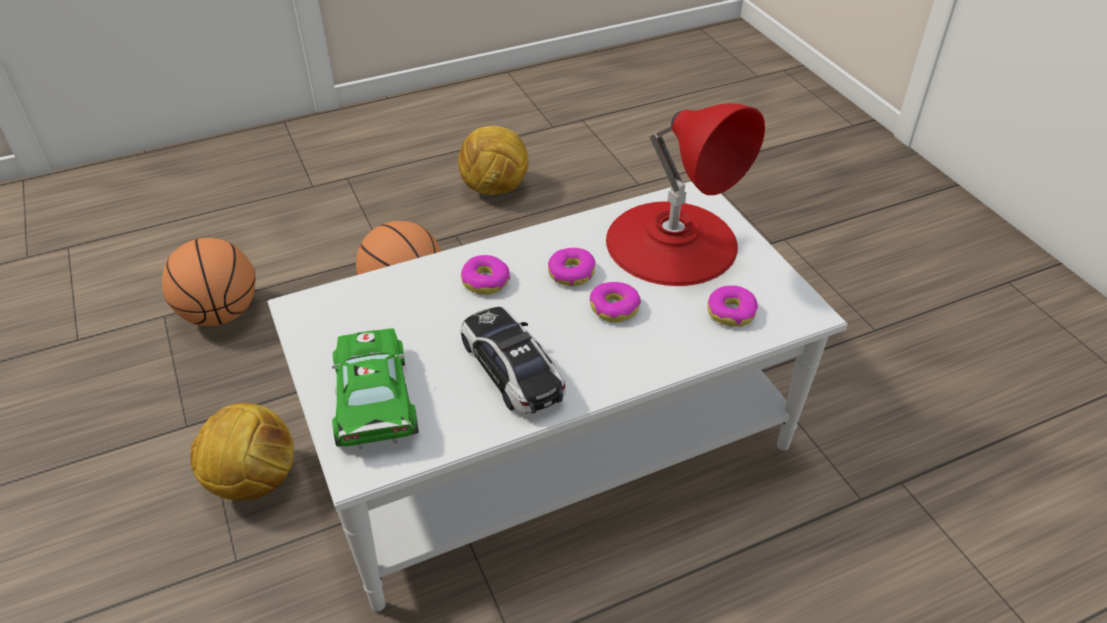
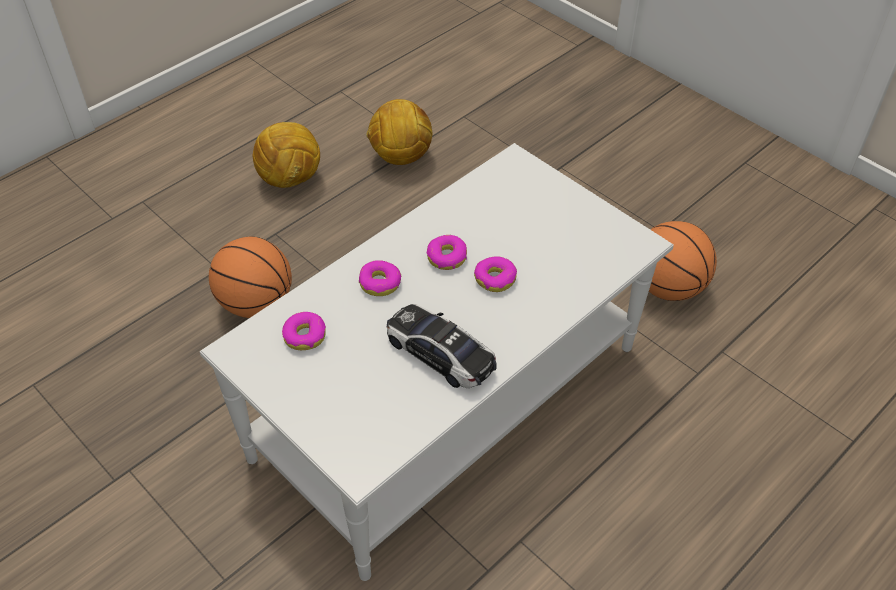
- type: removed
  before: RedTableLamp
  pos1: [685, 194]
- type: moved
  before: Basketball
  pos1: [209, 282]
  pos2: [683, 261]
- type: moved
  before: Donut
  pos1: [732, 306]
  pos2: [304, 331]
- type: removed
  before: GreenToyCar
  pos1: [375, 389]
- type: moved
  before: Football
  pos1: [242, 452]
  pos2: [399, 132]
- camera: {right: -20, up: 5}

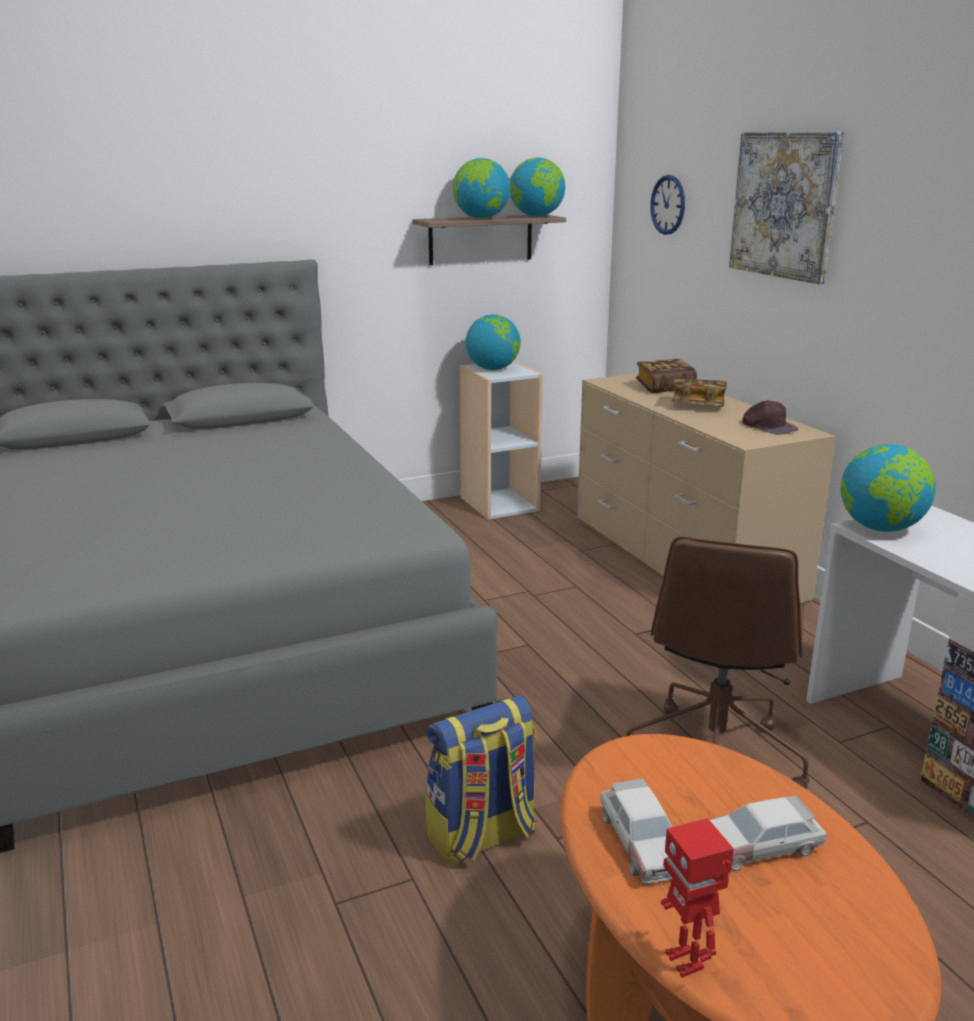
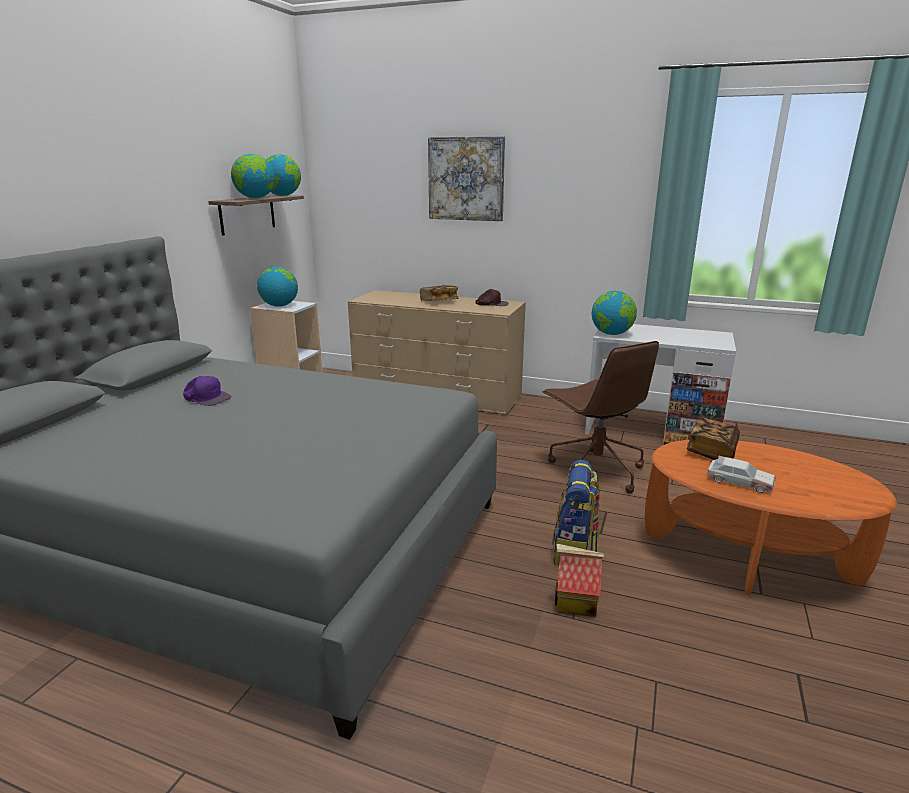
- type: removed
  before: WallClock
  pos1: [667, 205]
- type: moved
  before: Book
  pos1: [666, 376]
  pos2: [713, 438]
- type: removed
  before: ToyCar
  pos1: [768, 833]
- type: removed
  before: ToyRobot
  pos1: [697, 898]
- type: added
  after: PurpleCap
  pos2: [207, 391]
- type: added
  after: ToyHouse
  pos2: [580, 580]
- camera: {right: -45, up: 0}

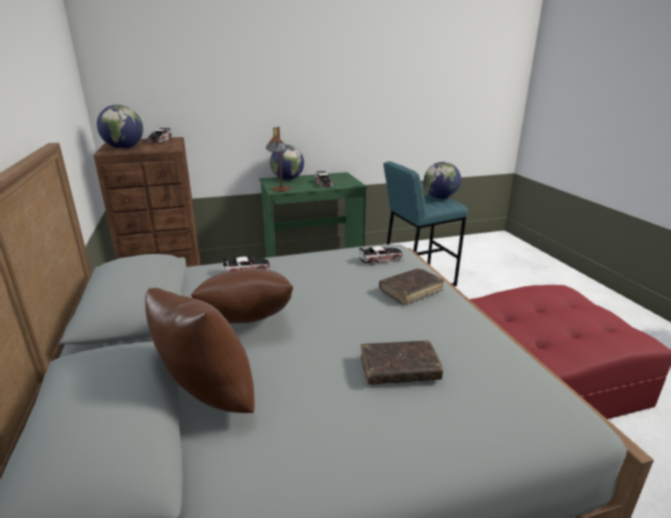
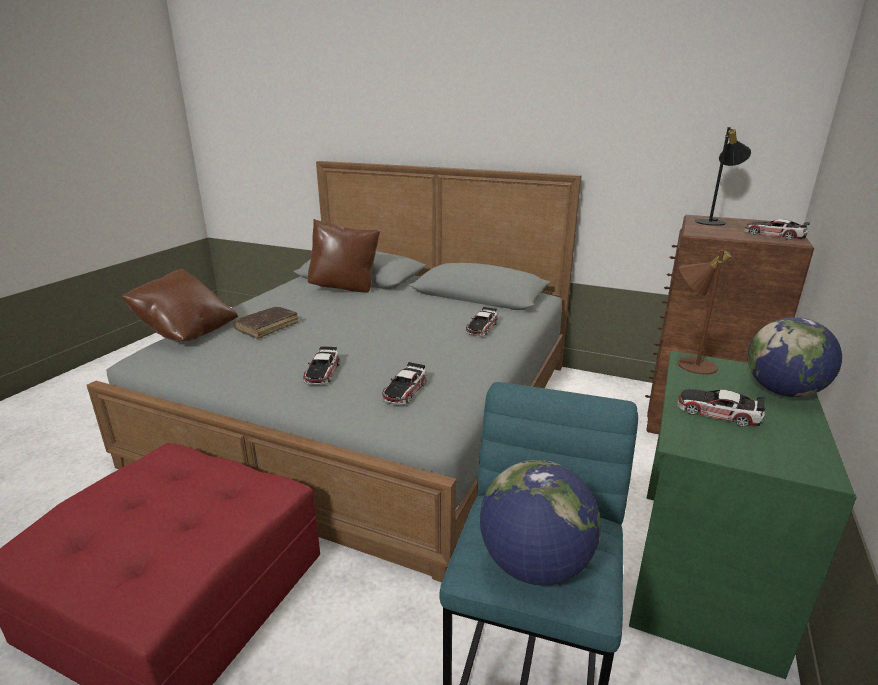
- type: replaced
  before: Globe
  after: BlackTableLamp
  pos1: [120, 127]
  pos2: [723, 176]
- type: replaced
  before: BrownBook
  after: ToyCar
  pos1: [411, 286]
  pos2: [321, 365]
- type: moved
  before: BrownPillow
  pos1: [242, 296]
  pos2: [180, 305]
- camera: {right: 130, up: 0}

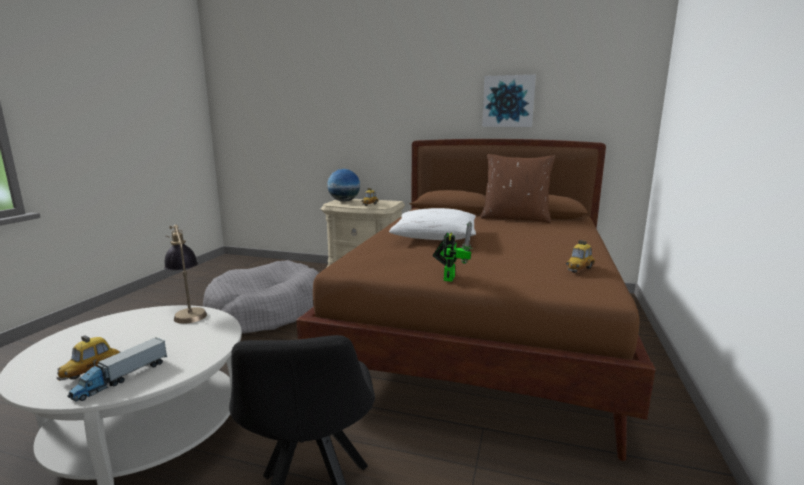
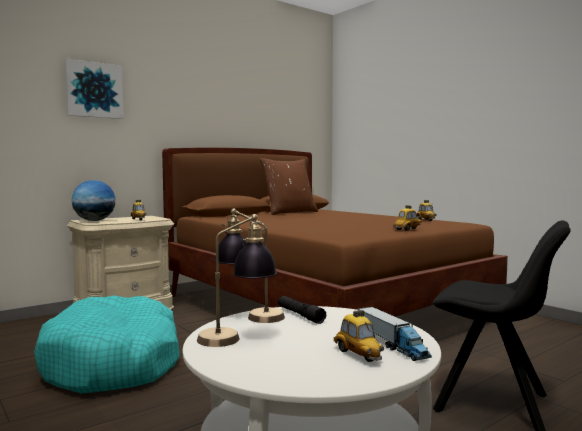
- type: moved
  before: Picture
  pos1: [509, 101]
  pos2: [94, 88]
- type: removed
  before: WhitePillow
  pos1: [432, 224]
- type: replaced
  before: ToyRobot
  after: ToyCar
  pos1: [452, 251]
  pos2: [407, 218]
- type: recoloured
  before: GreyDogBed
  after: TurquoiseDogBed
  pos1: [261, 297]
  pos2: [107, 344]
- type: added
  after: TableLamp
  pos2: [237, 280]
- type: added
  after: BlackFlashlight
  pos2: [301, 310]
- camera: {right: -55, up: -10}

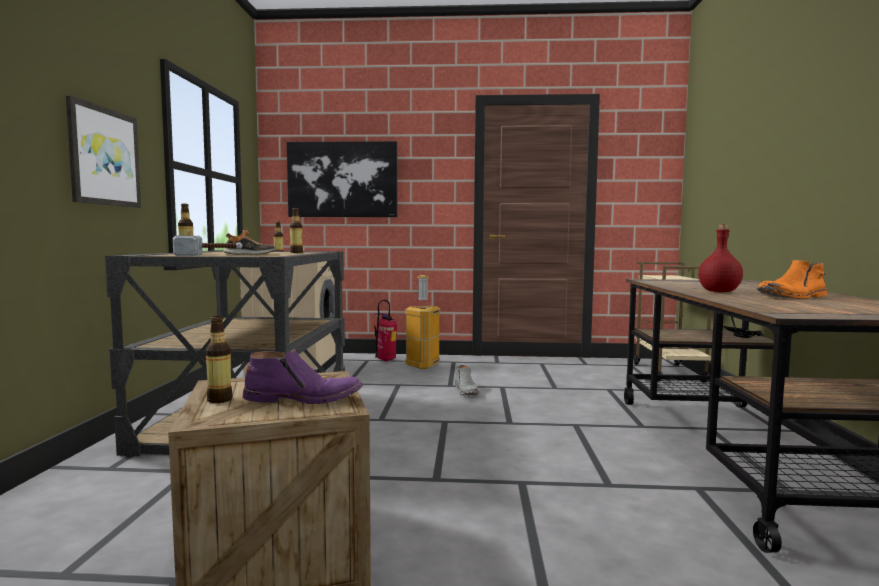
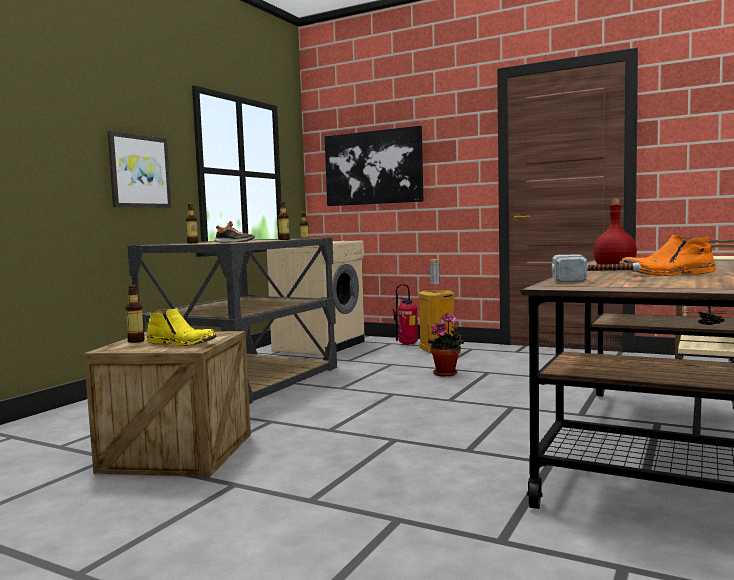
- type: moved
  before: Hammer
  pos1: [207, 246]
  pos2: [596, 268]
- type: recoloured
  before: PurpleBoot
  after: YellowBoot
  pos1: [303, 376]
  pos2: [181, 327]
- type: replaced
  before: GreyBoot
  after: PottedPlant
  pos1: [467, 380]
  pos2: [445, 344]
- camera: {right: 25, up: 0}

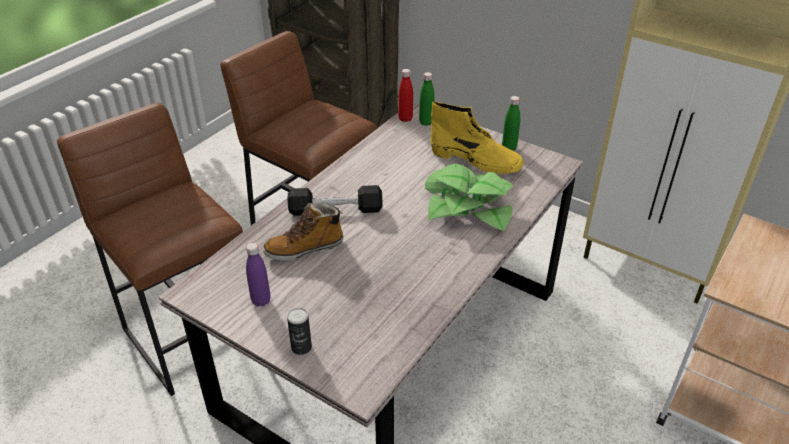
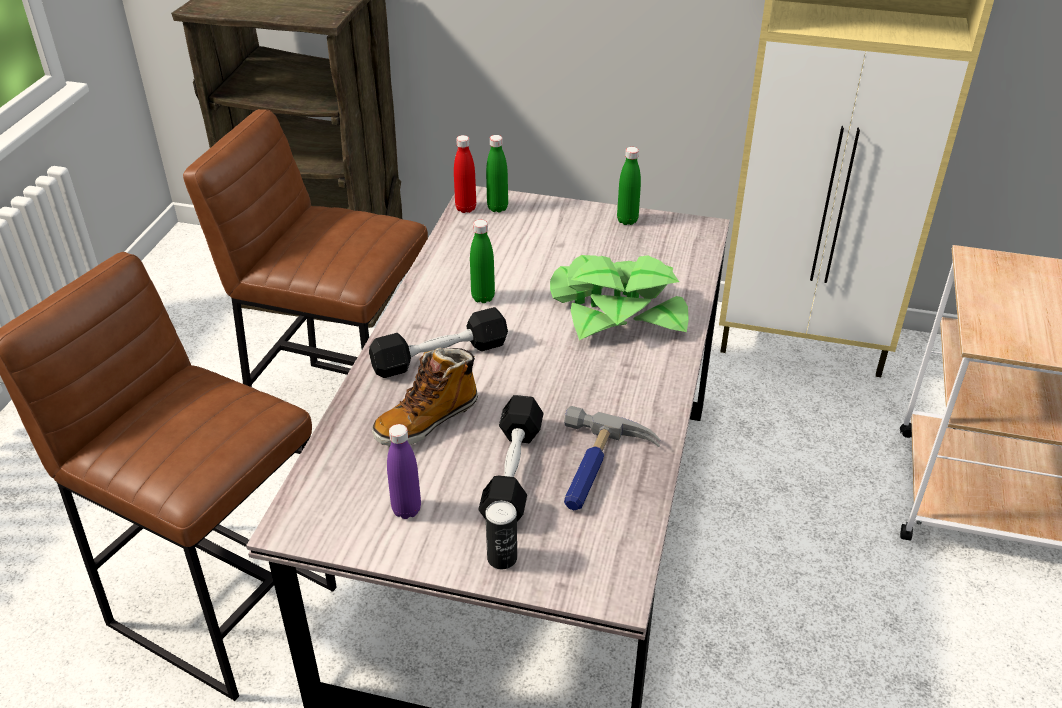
- type: removed
  before: YellowBoot
  pos1: [477, 138]
- type: added
  after: GreenBottle
  pos2: [482, 261]
- type: added
  after: BlackDumbbell
  pos2: [511, 458]
- type: added
  after: Hammer
  pos2: [612, 458]
- camera: {right: -20, up: 0}

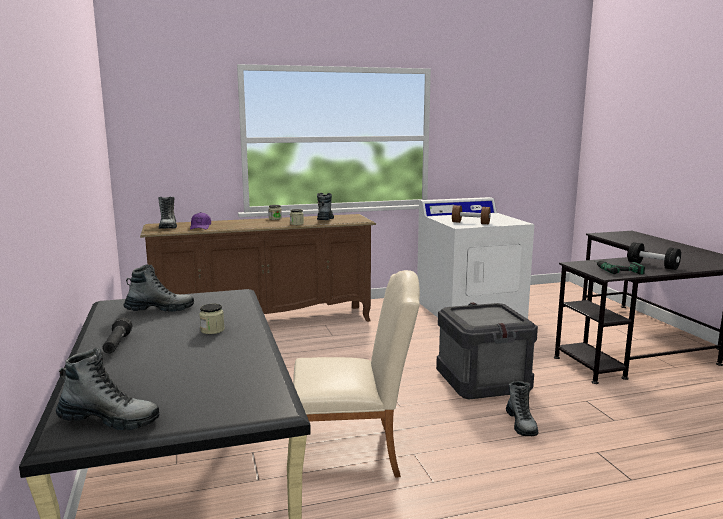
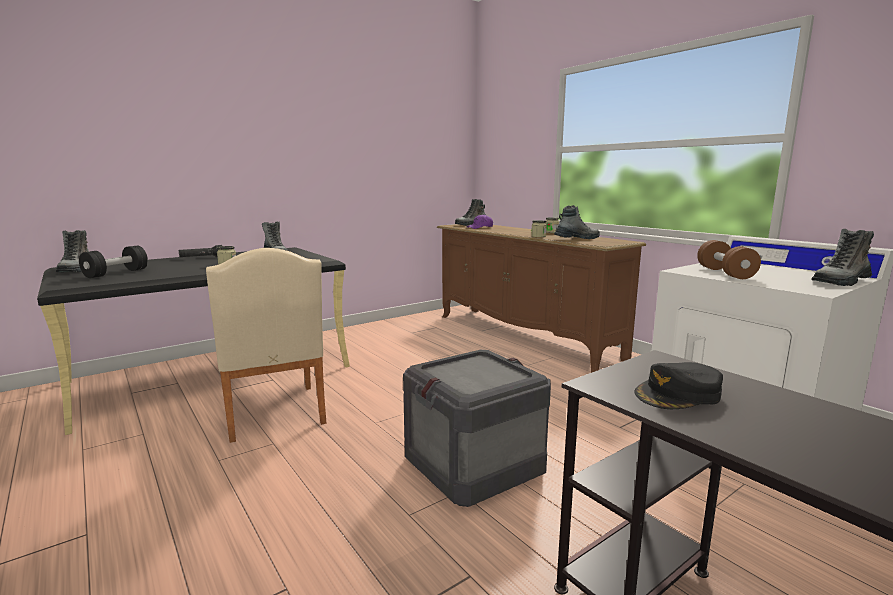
- type: moved
  before: BlackDumbbell
  pos1: [654, 256]
  pos2: [113, 262]
- type: replaced
  before: PowerDrill
  after: BlackCap
  pos1: [620, 267]
  pos2: [678, 385]
- type: moved
  before: Boot
  pos1: [522, 408]
  pos2: [842, 257]
- camera: {right: 70, up: 0}

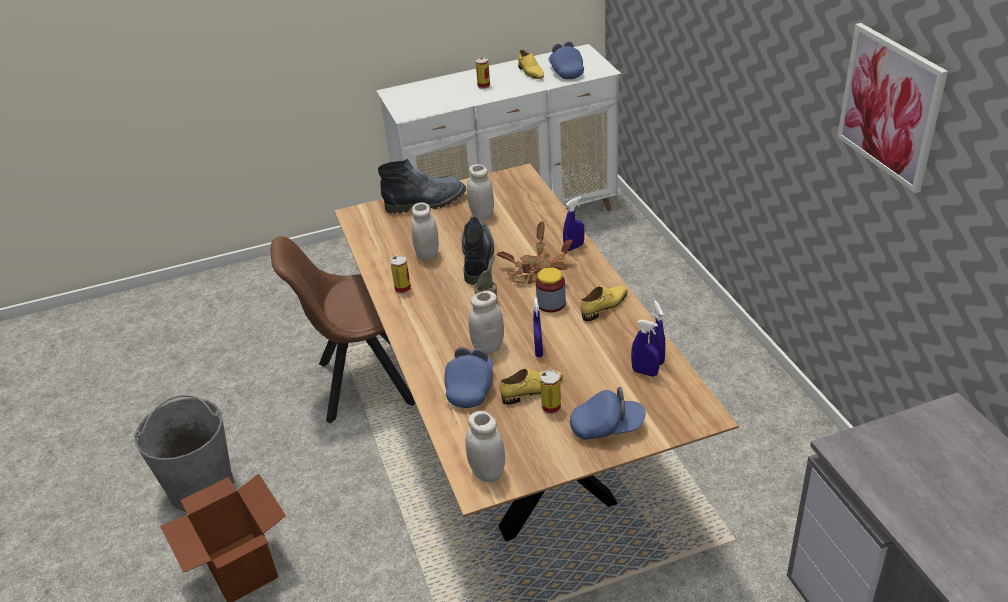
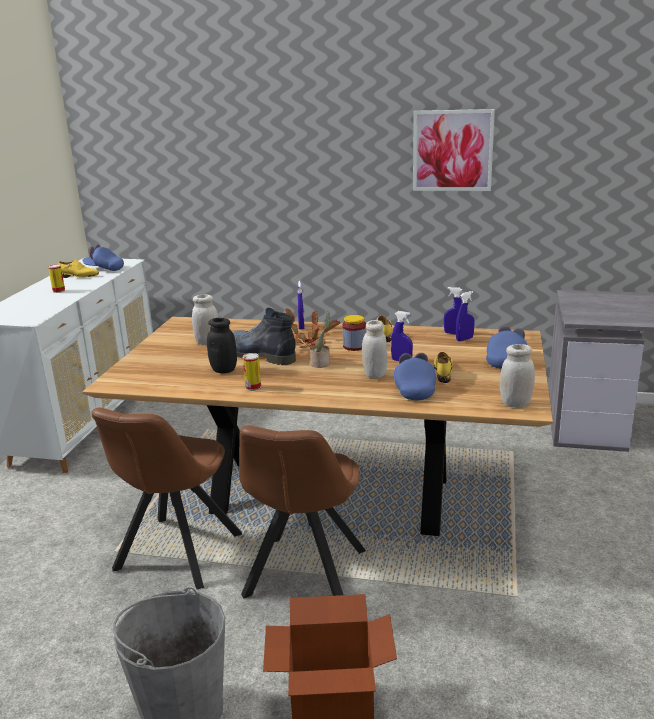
- type: removed
  before: Boot
  pos1: [422, 186]
- type: recoloured
  before: WhiteJar
  after: BlackJar
  pos1: [425, 231]
  pos2: [222, 345]
- type: turned
  before: BlueCap
  pos1: [468, 377]
  pos2: [415, 376]
  turn: 45
- type: removed
  before: Can
  pos1: [550, 392]
- type: added
  after: BrownChair
  pos2: [302, 512]
- camera: {right: -60, up: -15}

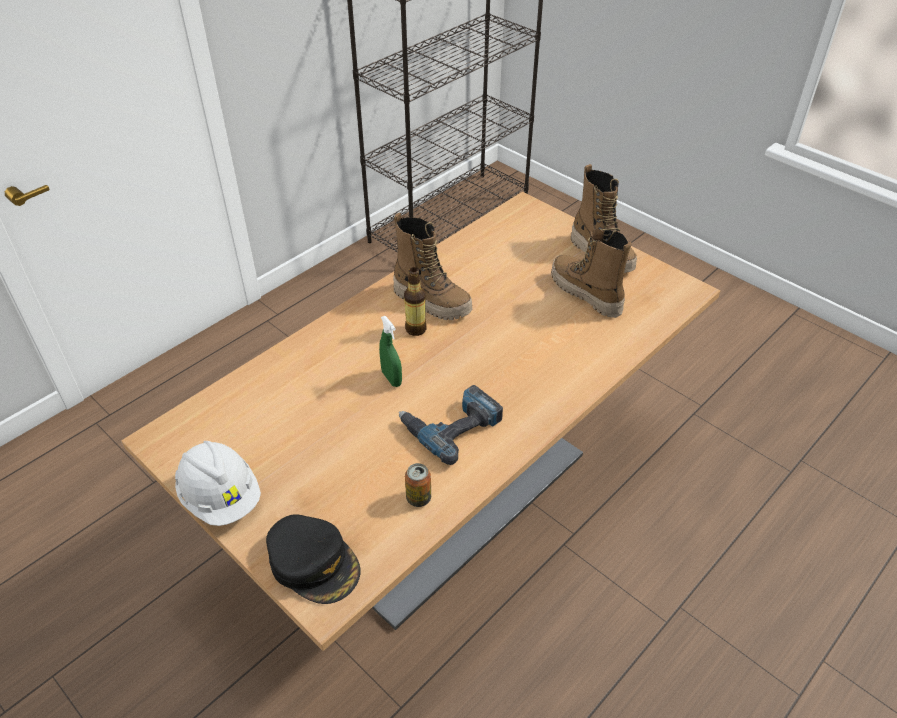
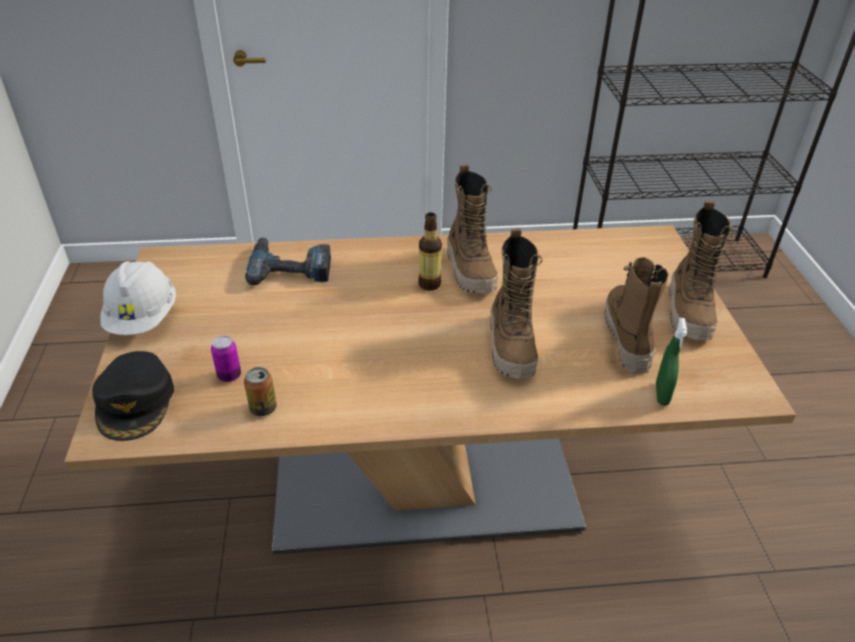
- type: moved
  before: GreenSprayBottle
  pos1: [390, 351]
  pos2: [671, 361]
- type: moved
  before: PowerDrill
  pos1: [451, 425]
  pos2: [288, 260]
- type: added
  after: Boot
  pos2: [516, 303]
- type: added
  after: Can
  pos2: [226, 358]
- camera: {right: 40, up: -5}

